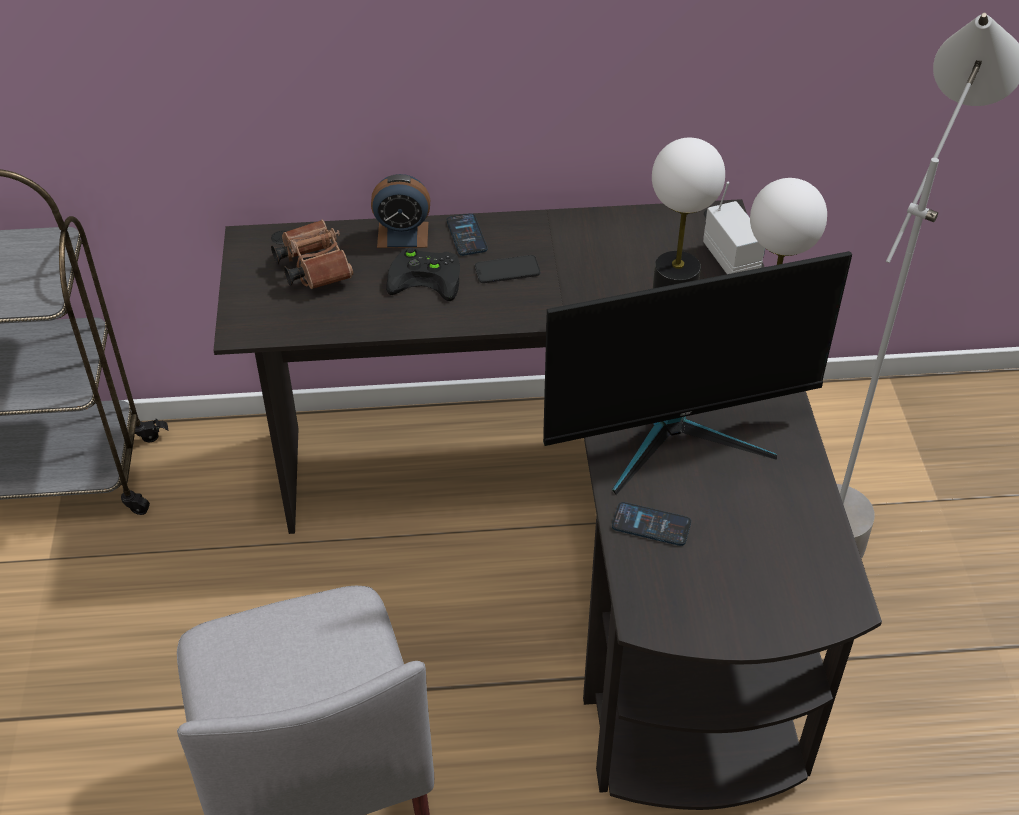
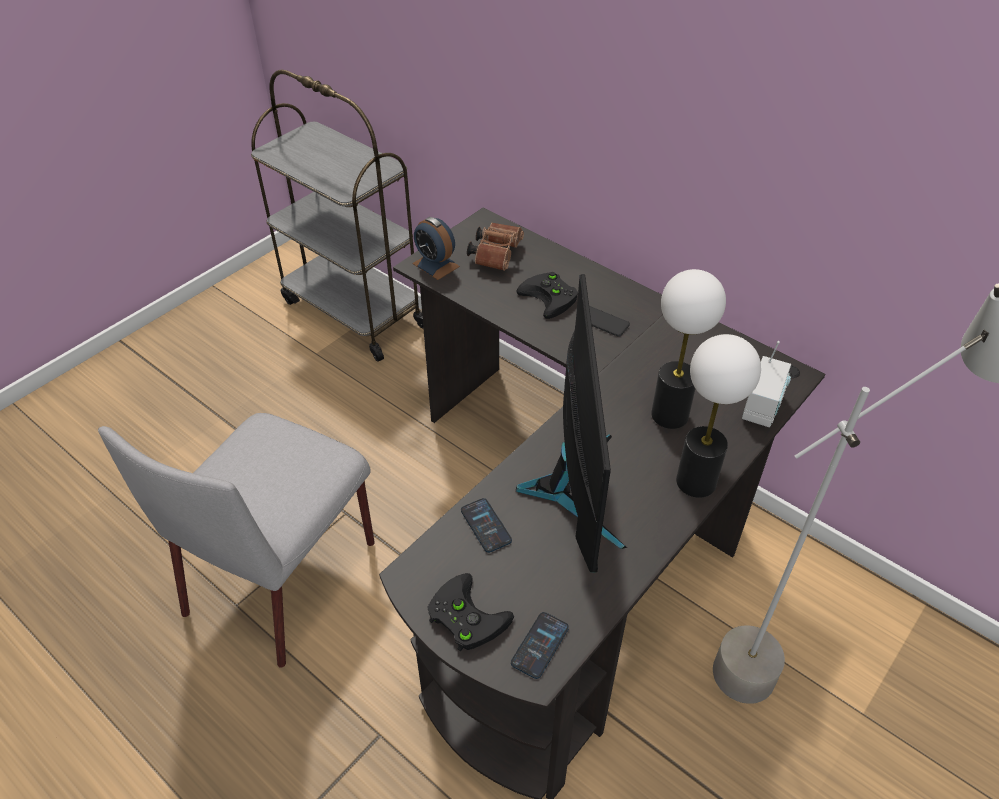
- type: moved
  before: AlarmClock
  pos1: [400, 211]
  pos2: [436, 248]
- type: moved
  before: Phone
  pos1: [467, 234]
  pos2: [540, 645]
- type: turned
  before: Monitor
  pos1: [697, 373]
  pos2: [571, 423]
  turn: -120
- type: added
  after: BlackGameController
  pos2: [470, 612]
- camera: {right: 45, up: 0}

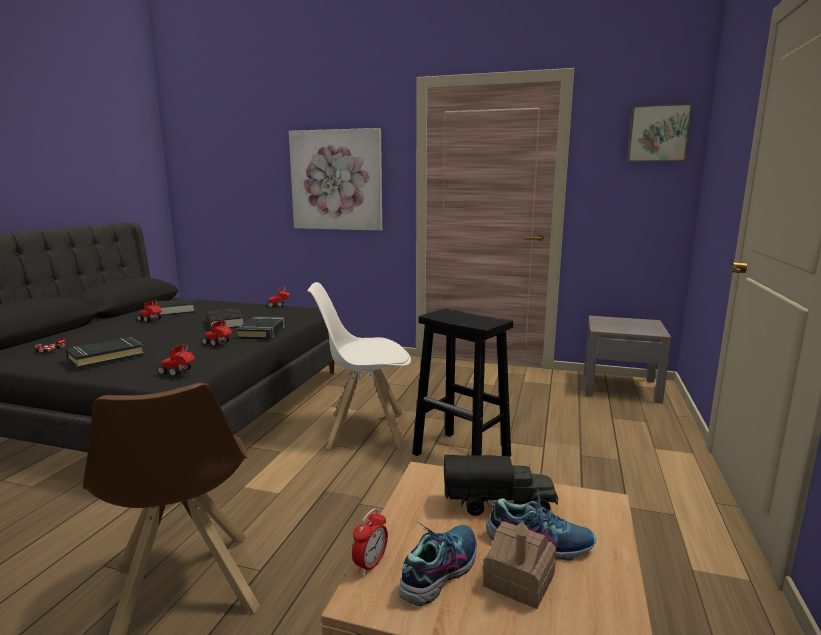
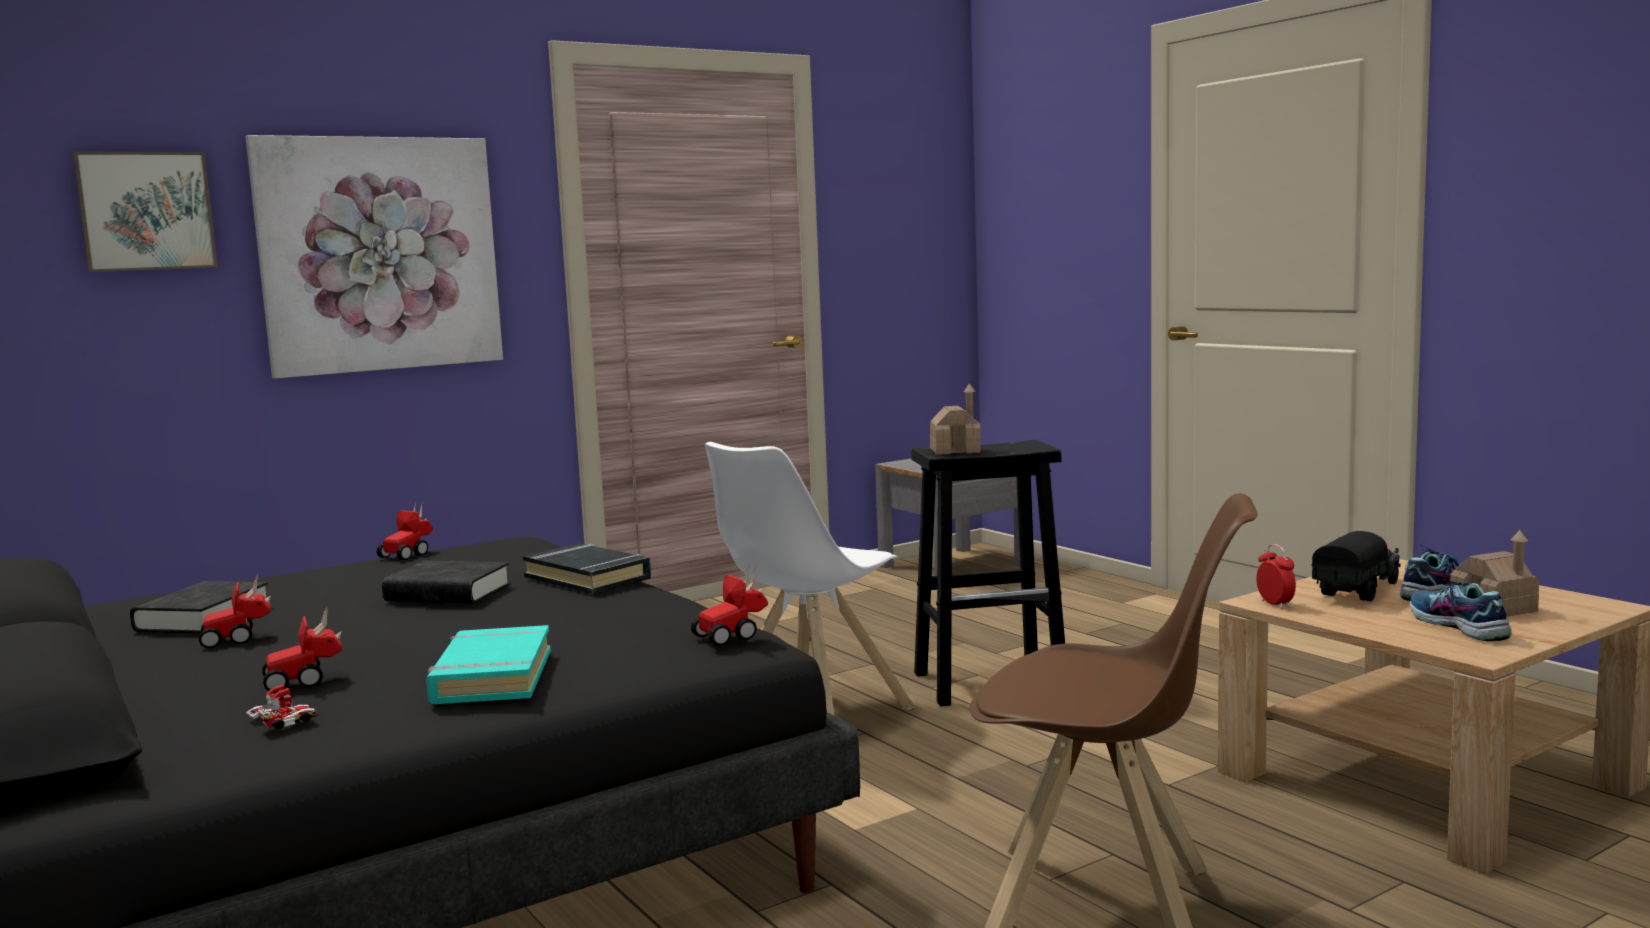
- type: moved
  before: Picture
  pos1: [660, 132]
  pos2: [145, 211]
- type: moved
  before: ToyCar
  pos1: [216, 332]
  pos2: [302, 648]
- type: recoloured
  before: BlackBook
  after: TurquoiseBook
  pos1: [105, 353]
  pos2: [488, 664]
- type: moved
  before: AlarmClock
  pos1: [370, 541]
  pos2: [1276, 576]
- type: added
  after: ToyHouse
  pos2: [955, 419]
- camera: {right: -50, up: -5}

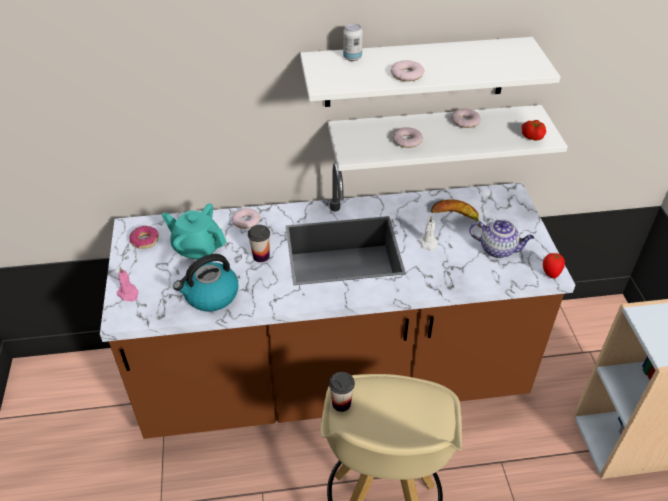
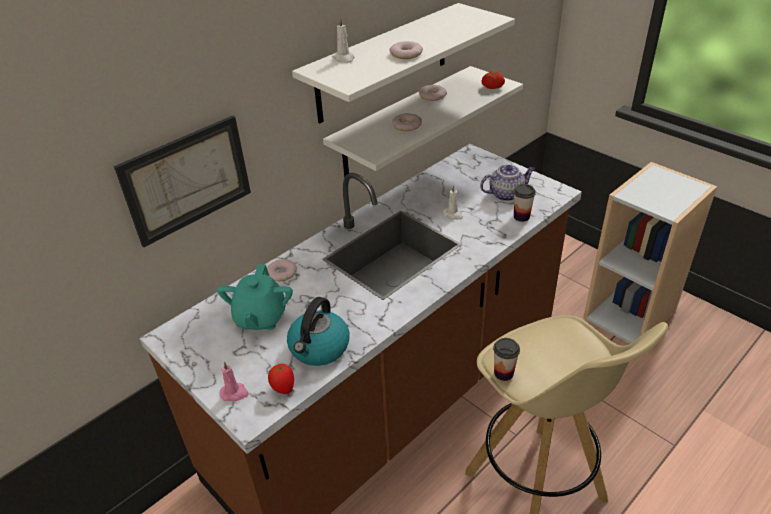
- type: replaced
  before: Can
  after: WhiteCandle
  pos1: [353, 42]
  pos2: [343, 40]
- type: removed
  before: Banana
  pos1: [456, 213]
- type: turned
  before: TurquoiseTeapot
  pos1: [194, 231]
  pos2: [255, 297]
  turn: -75
- type: moved
  before: Cup
  pos1: [259, 243]
  pos2: [525, 203]
- type: removed
  before: Donut
  pos1: [144, 237]
- type: moved
  before: Tomato
  pos1: [554, 265]
  pos2: [281, 378]
- type: added
  after: Picture
  pos2: [182, 181]
- camera: {right: -35, up: -5}

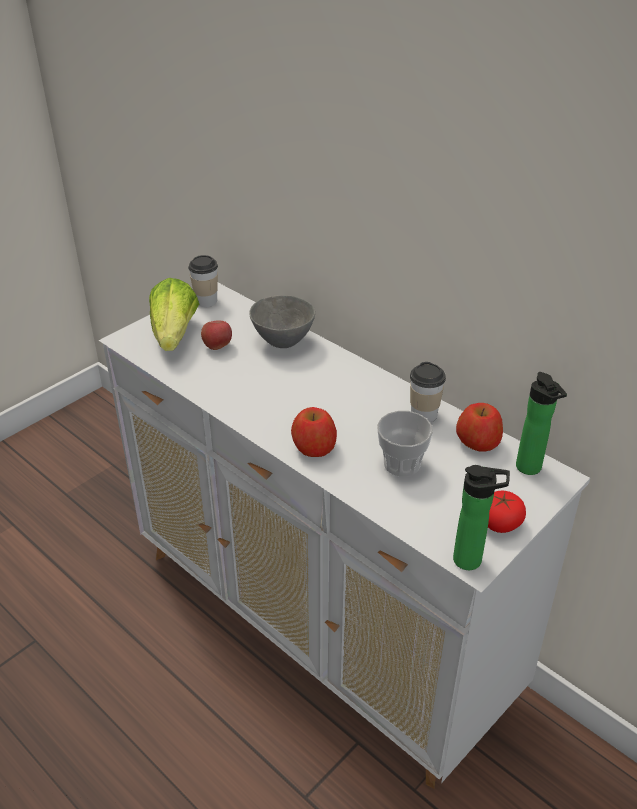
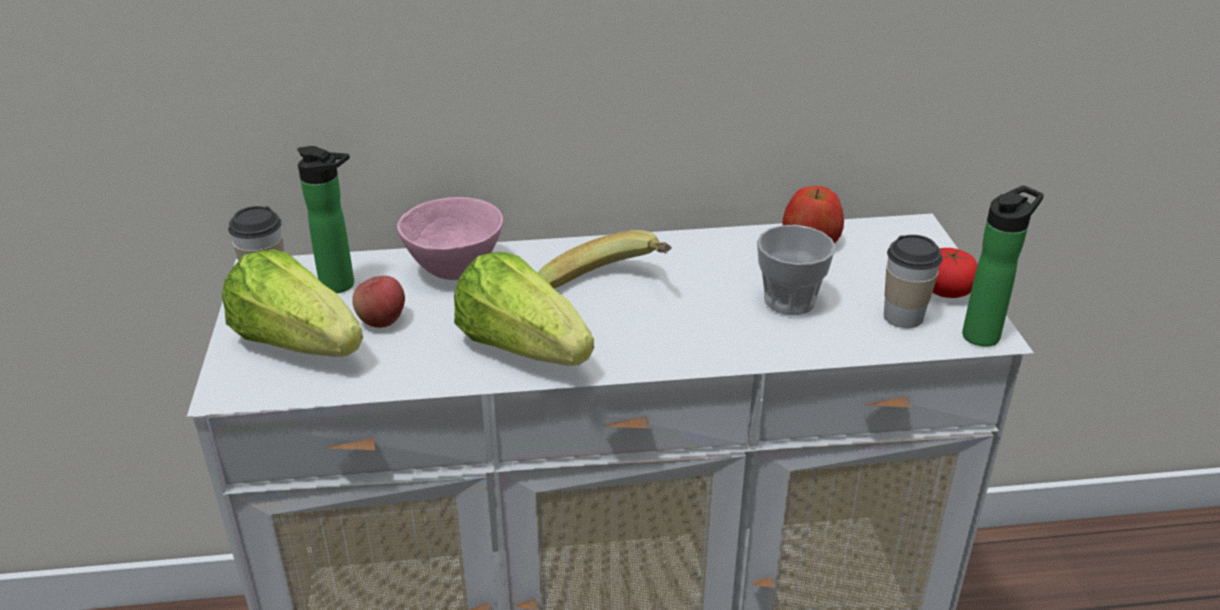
- type: recoloured
  before: GreyBowl
  after: PinkBowl
  pos1: [282, 321]
  pos2: [450, 238]
- type: moved
  before: Cup
  pos1: [428, 392]
  pos2: [913, 281]
- type: moved
  before: Bottle
  pos1: [541, 423]
  pos2: [325, 219]
- type: removed
  before: Apple
  pos1: [314, 432]
- type: added
  after: Banana
  pos2: [605, 259]
- type: added
  after: Lettuce
  pos2: [524, 309]
- camera: {right: -50, up: -5}

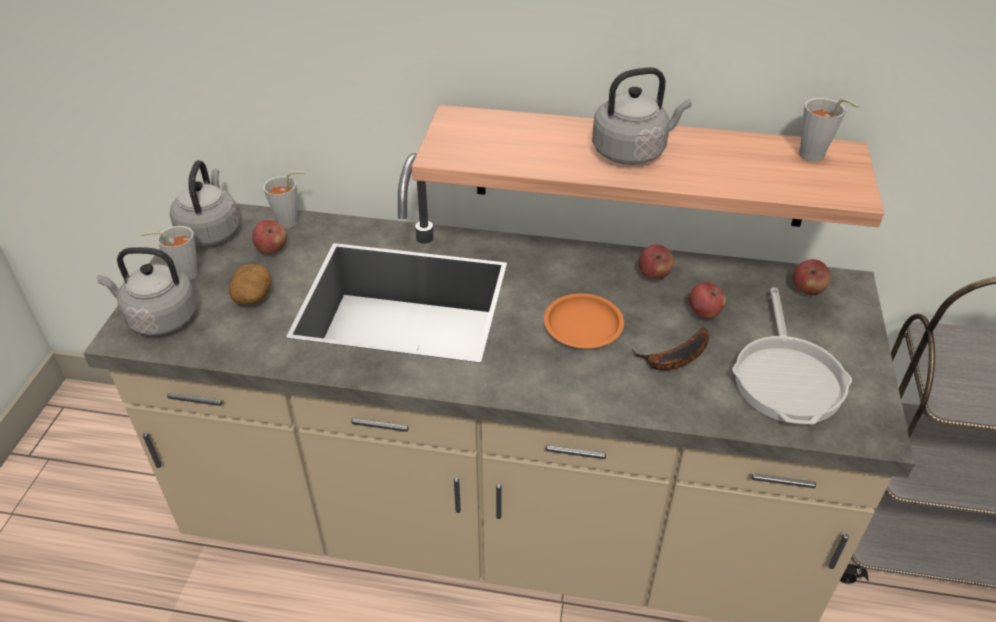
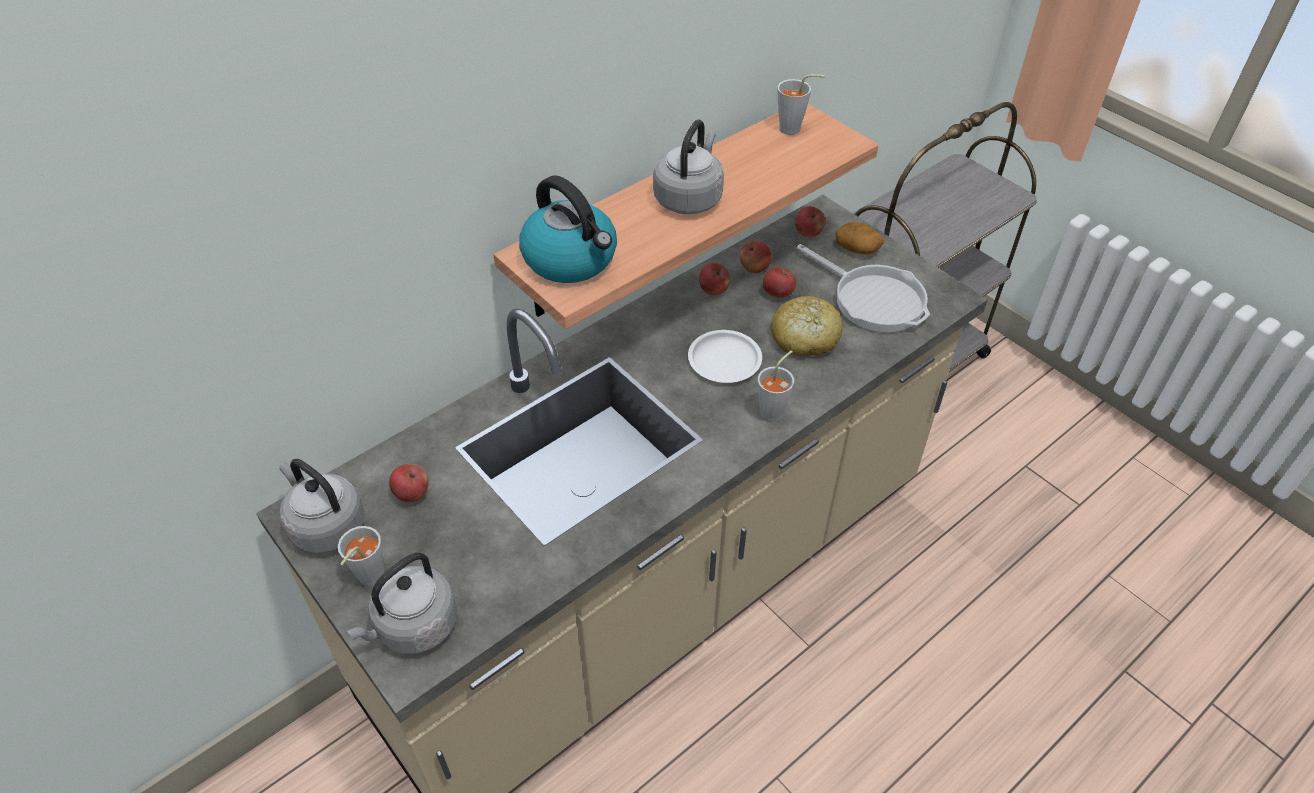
- type: moved
  before: GreyCup
  pos1: [284, 199]
  pos2: [776, 386]
- type: moved
  before: Potato
  pos1: [250, 284]
  pos2: [859, 238]
- type: recoloured
  before: OrangePlate
  after: WhitePlate
  pos1: [584, 320]
  pos2: [725, 356]
- type: replaced
  before: Banana
  after: Bread
  pos1: [670, 348]
  pos2: [806, 326]
- type: added
  after: Kettle
  pos2: [568, 229]
- type: added
  after: Apple
  pos2: [755, 257]
- camera: {right: -50, up: 5}

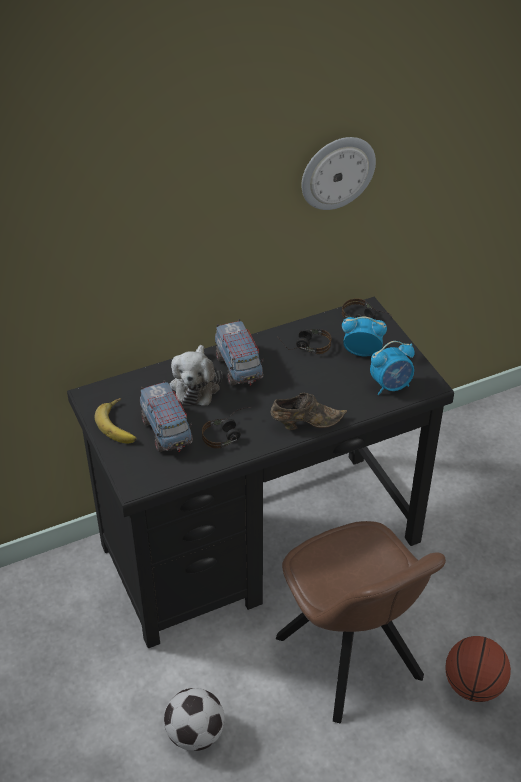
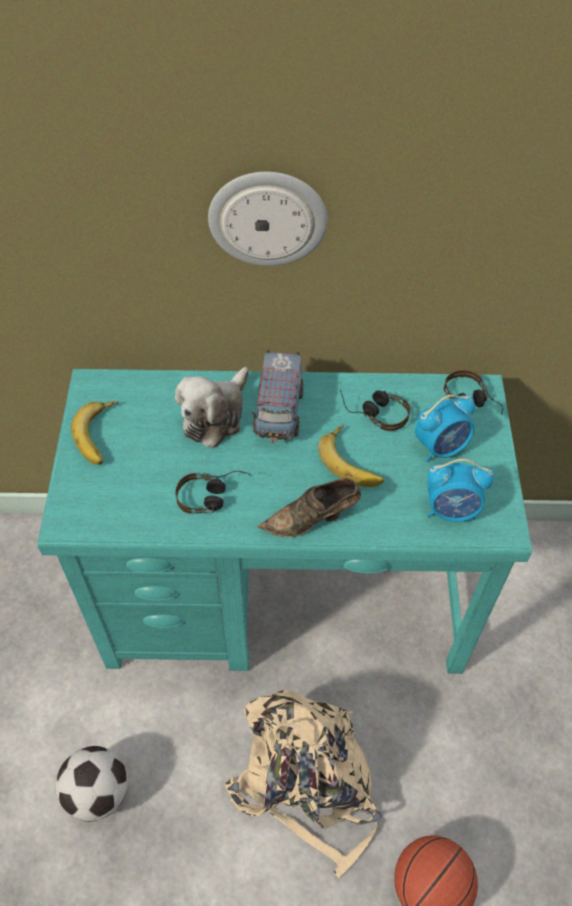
- type: moved
  before: WallClock
  pos1: [338, 173]
  pos2: [268, 219]
- type: recoloured
  before: BlackDesk
  after: TurquoiseDesk
  pos1: [260, 472]
  pos2: [285, 521]
- type: turned
  before: AlarmClock
  pos1: [364, 336]
  pos2: [445, 428]
  turn: 120
- type: removed
  before: ToyTruck
  pos1: [166, 416]
- type: turned
  before: BrownShoe
  pos1: [308, 411]
  pos2: [309, 507]
  turn: 150
- type: replaced
  before: BrownChair
  after: BeigeBackpack
  pos1: [361, 622]
  pos2: [303, 784]
- type: added
  after: Banana
  pos2: [351, 456]
- camera: {right: 25, up: 10}

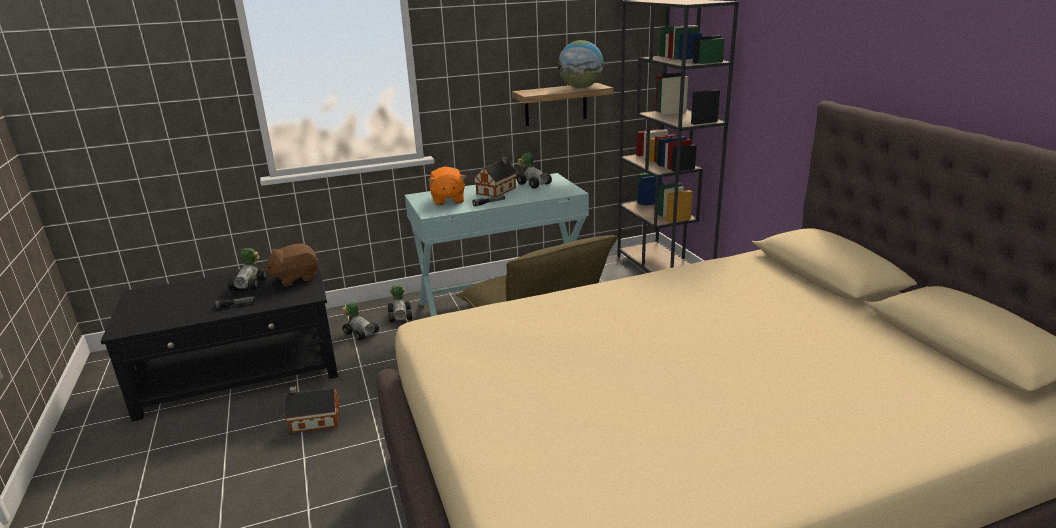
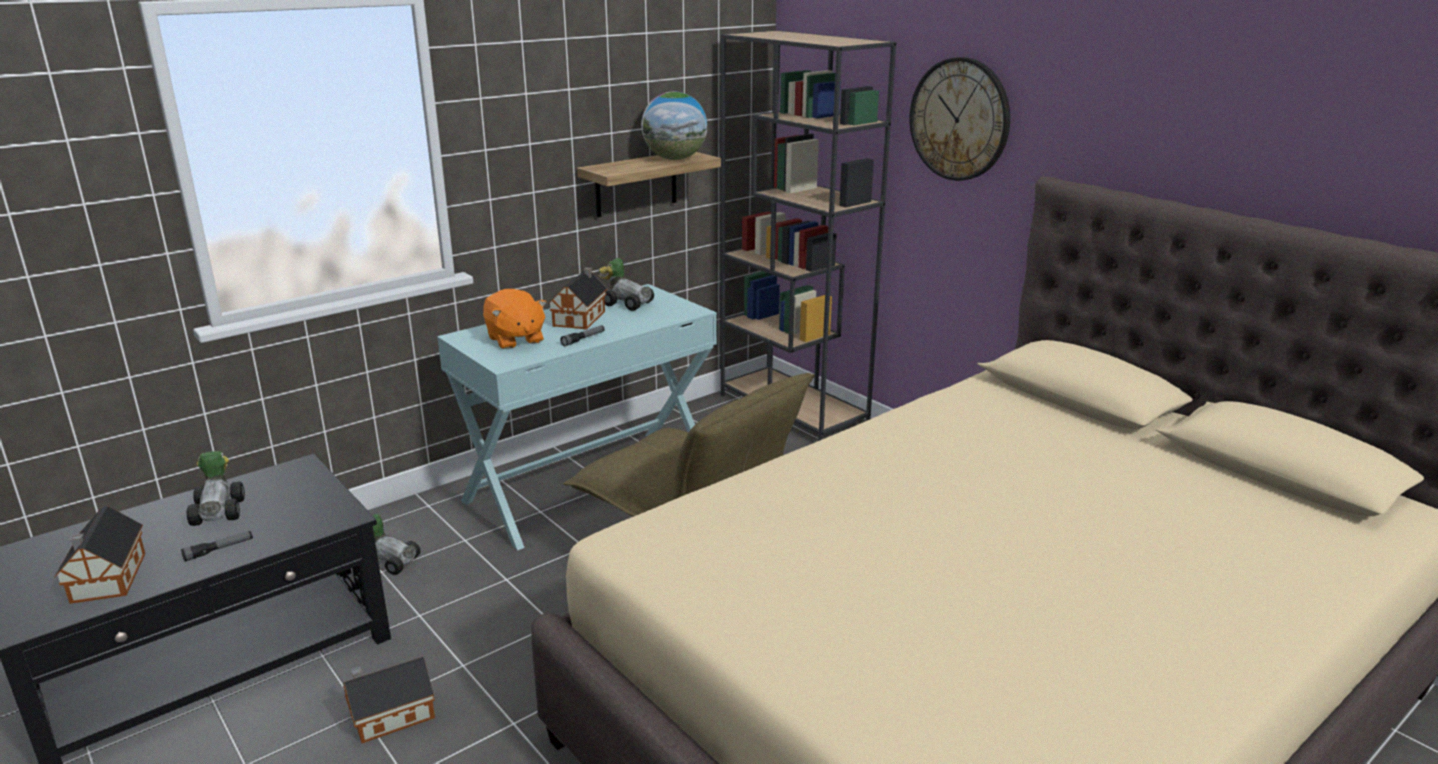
- type: removed
  before: BrownPlushToy
  pos1: [291, 264]
- type: removed
  before: ToyCar
  pos1: [400, 304]
- type: added
  after: WallClock
  pos2: [959, 119]
- type: added
  after: ToyHouse
  pos2: [99, 555]
- camera: {right: -20, up: 0}

